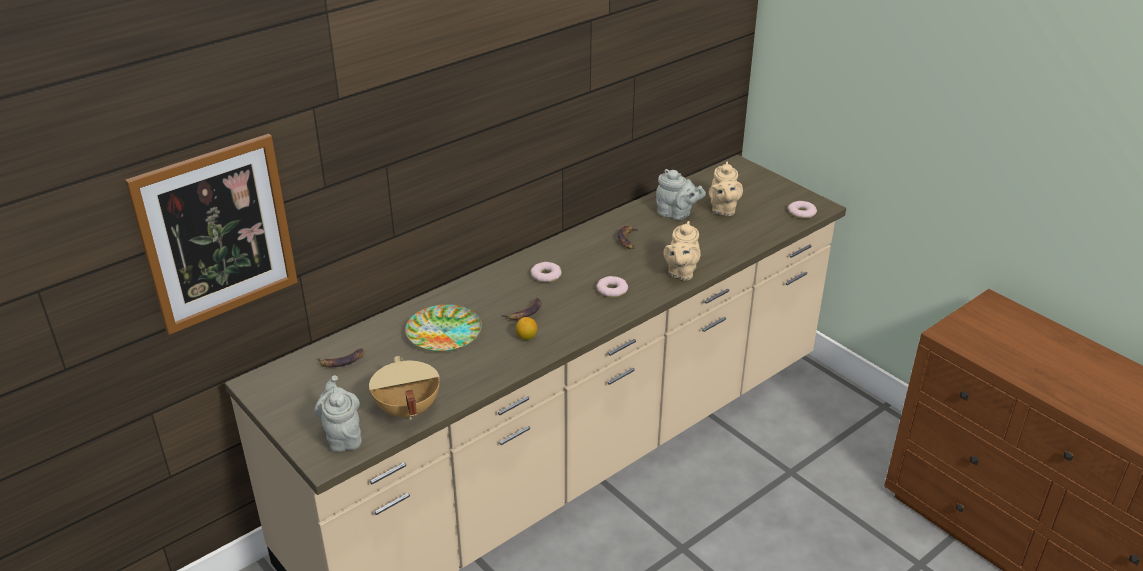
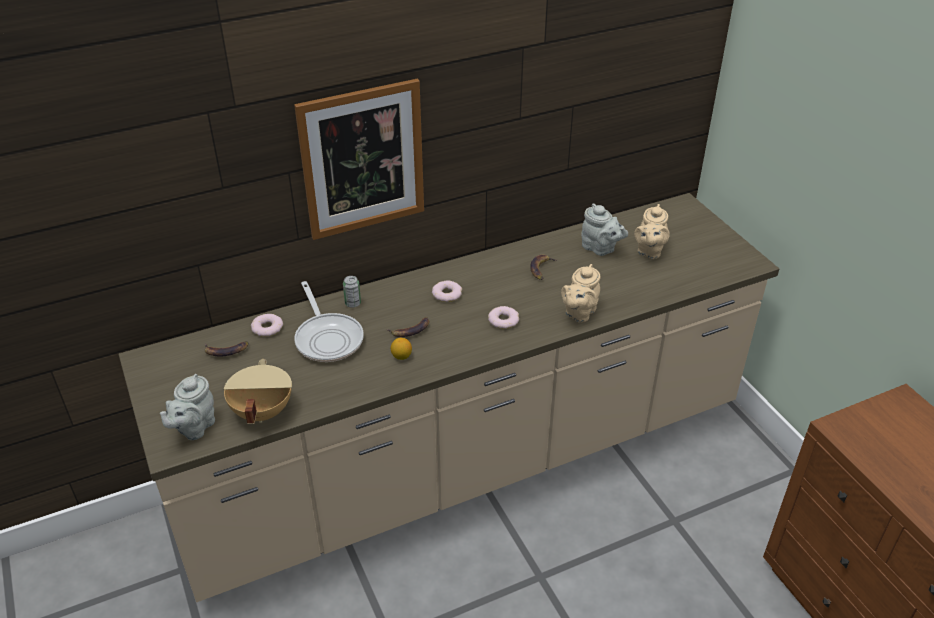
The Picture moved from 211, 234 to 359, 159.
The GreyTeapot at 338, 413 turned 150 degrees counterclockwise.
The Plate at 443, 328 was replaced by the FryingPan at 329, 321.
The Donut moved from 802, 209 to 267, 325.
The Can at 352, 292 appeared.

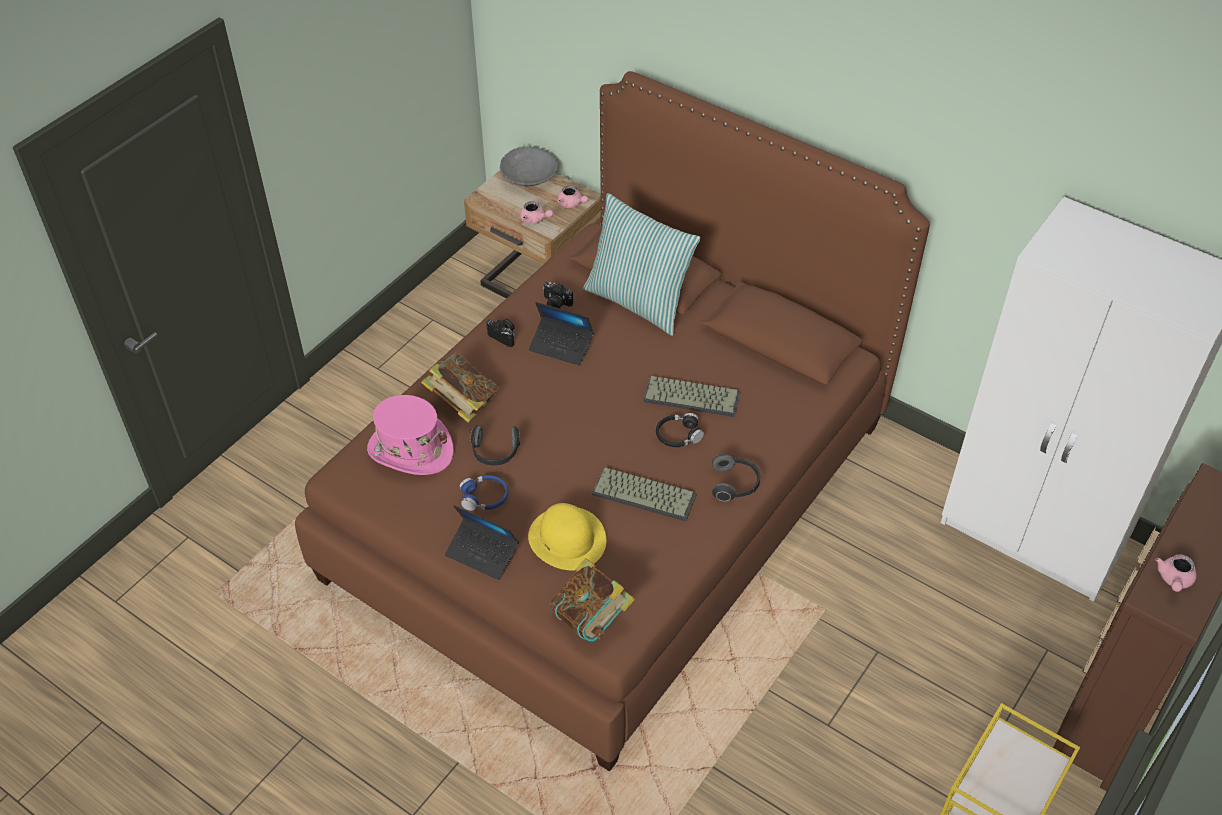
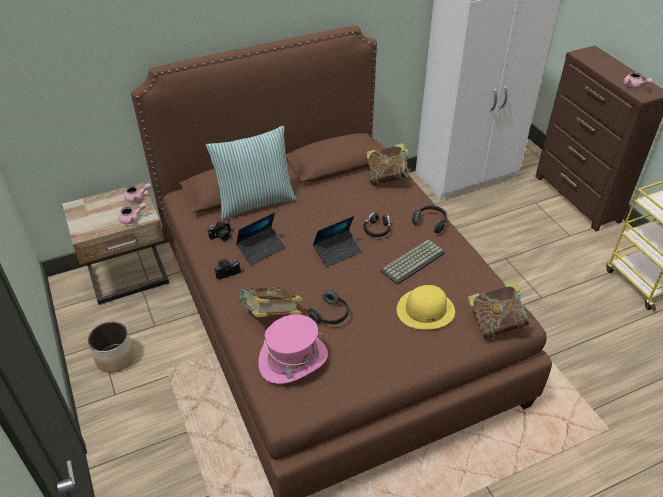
The Laptop moved from 482, 542 to 337, 241.
The BlueHeadphones at 484, 493 disappeared.
The GreyBowl at 529, 166 disappeared.
The Keyboard at 691, 396 disappeared.
The Planter at 111, 347 appeared.
The Book at 389, 164 appeared.

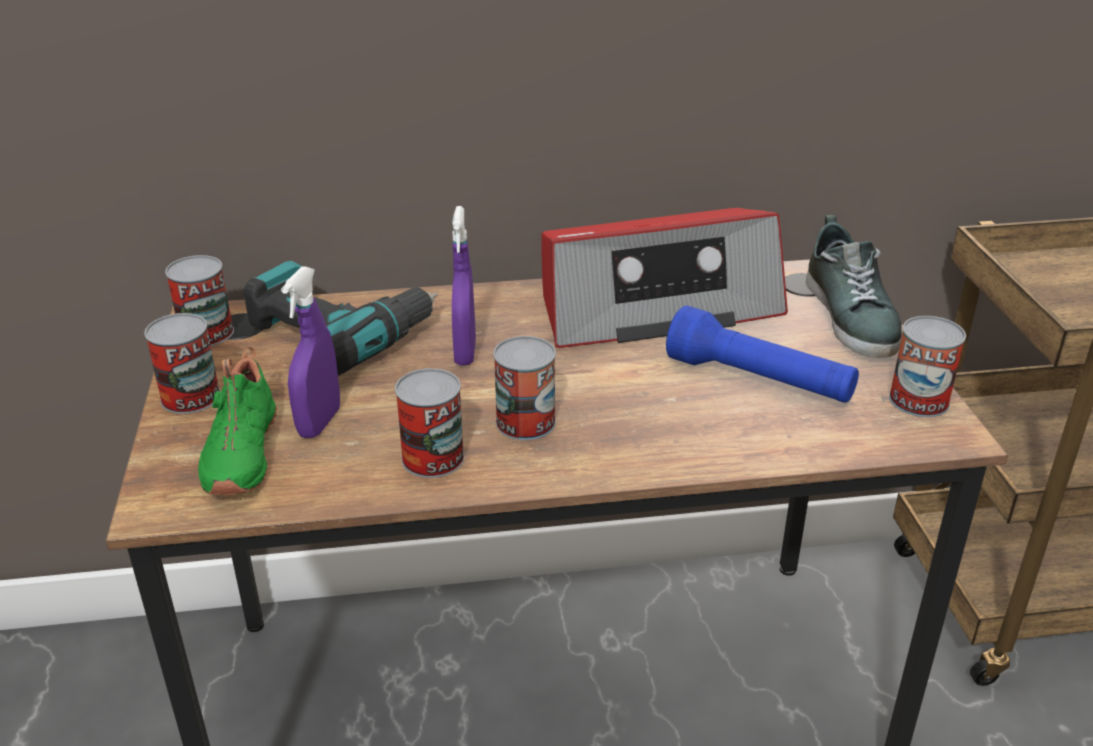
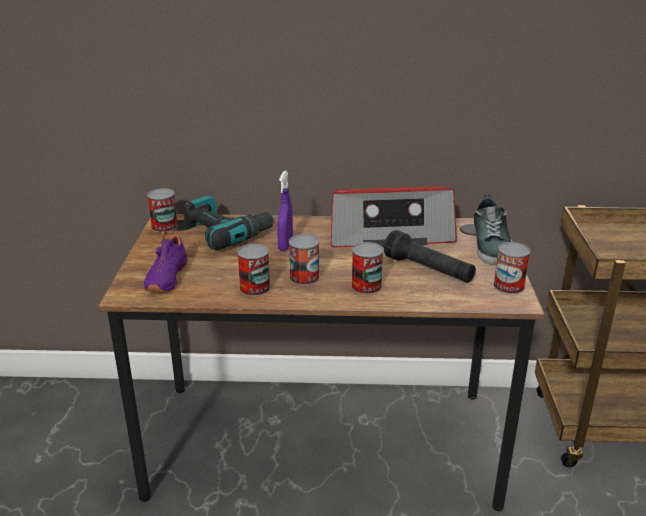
The Can moved from 182, 363 to 367, 268.
The GreenShoe at 237, 420 became the PurpleShoe at 166, 261.
The PurpleSprayBottle at 310, 352 disappeared.
The BlueFlashlight at 762, 354 became the BlackFlashlight at 430, 256.

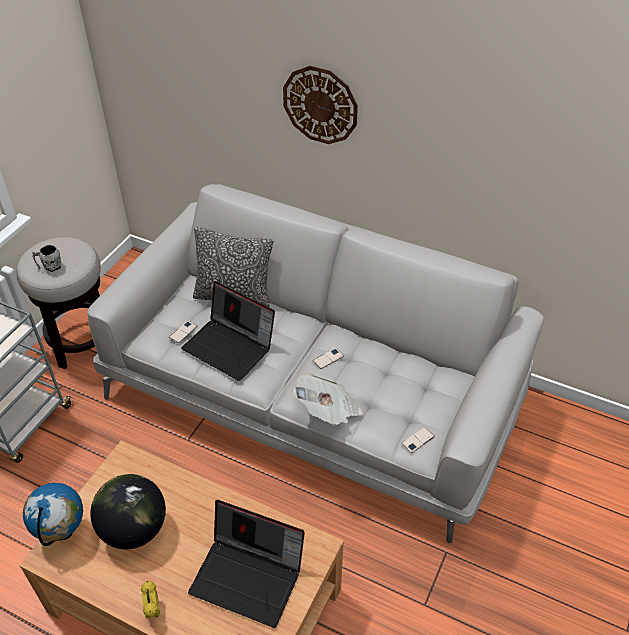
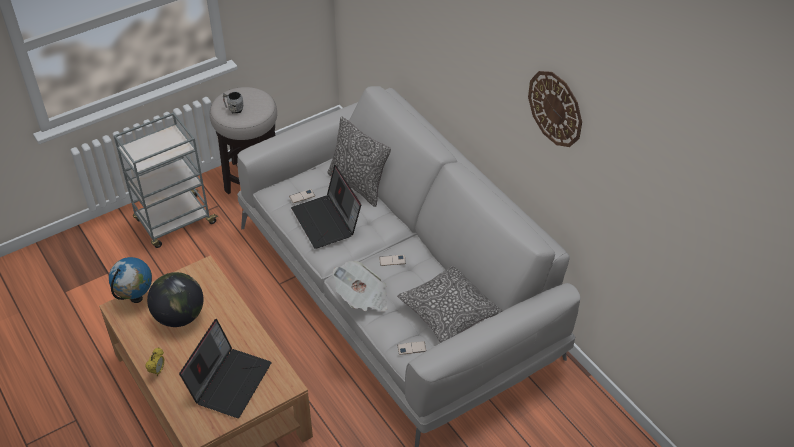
The Laptop at 246, 564 turned 120 degrees counterclockwise.
The WallClock moved from 320, 105 to 555, 109.
The Pillow at 449, 304 appeared.

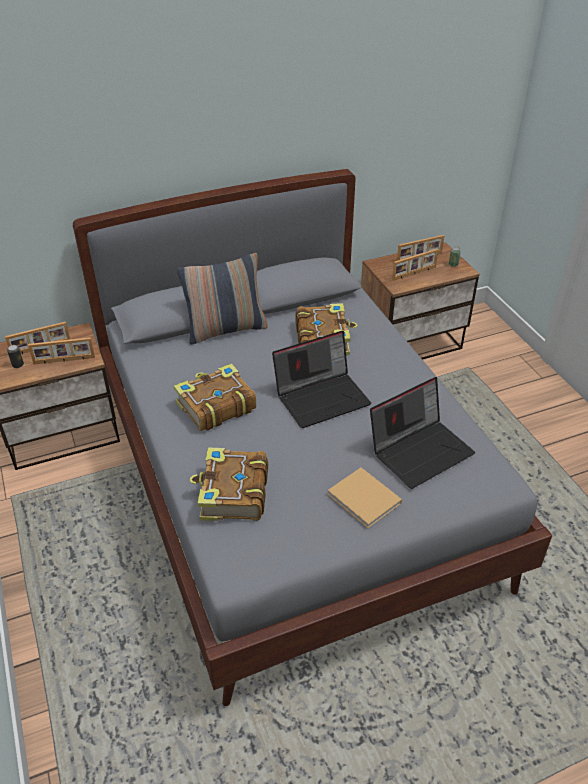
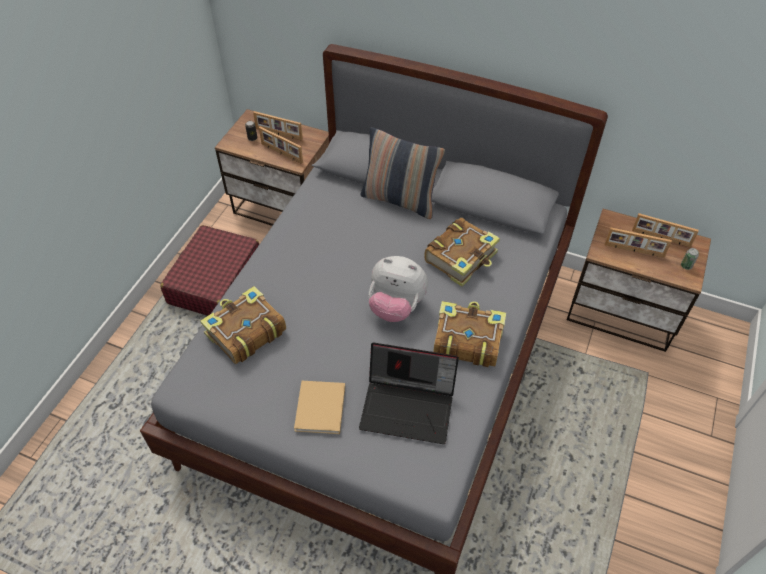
The Book moved from 215, 397 to 469, 334.
The Laptop at 321, 379 was replaced by the PlushToy at 398, 289.
The RedSuitcase at 209, 270 appeared.

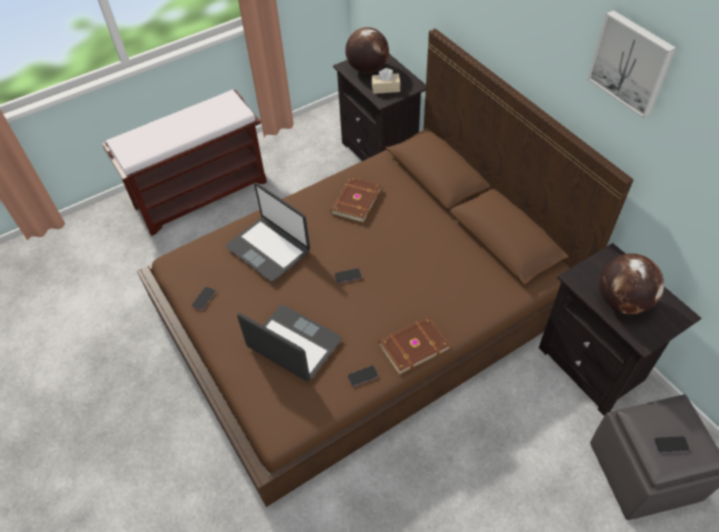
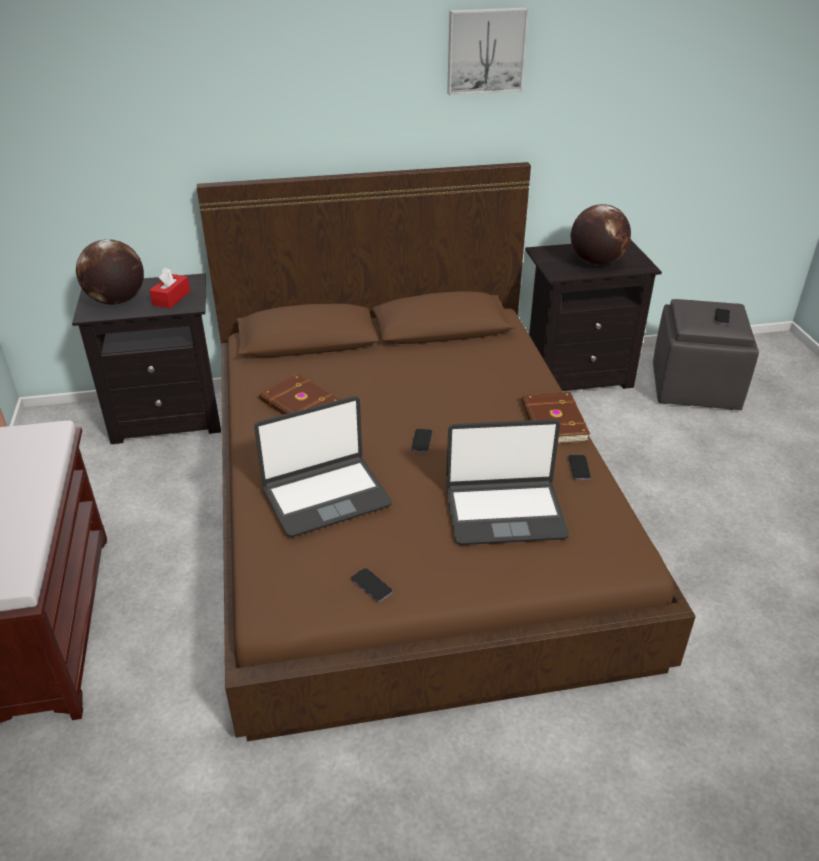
The Laptop at 289, 343 turned 150 degrees counterclockwise.
The BeigeTissueBox at 386, 81 became the RedTissueBox at 169, 288.

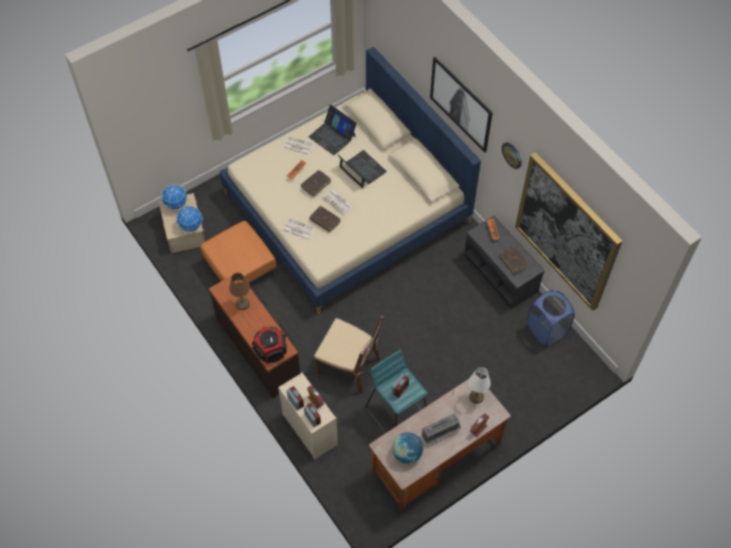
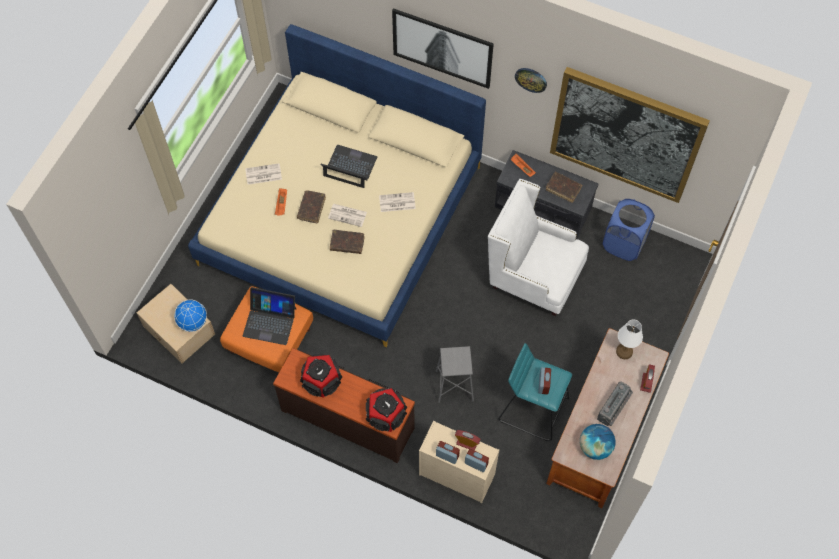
The Globe at 174, 197 disappeared.
The BrownTableLamp at 239, 291 was replaced by the Speaker at 321, 376.
The Newspaper moved from 298, 229 to 397, 202.
The Laptop moved from 333, 130 to 270, 316.
The BrownChair at 348, 354 was replaced by the GreyStool at 455, 374.
The WhiteArmchair at 538, 247 appeared.

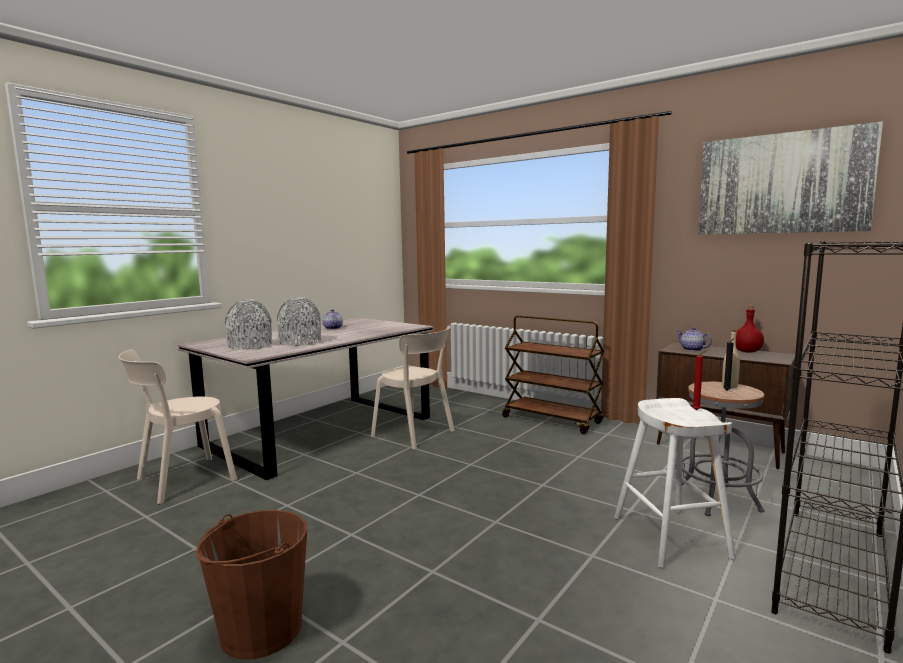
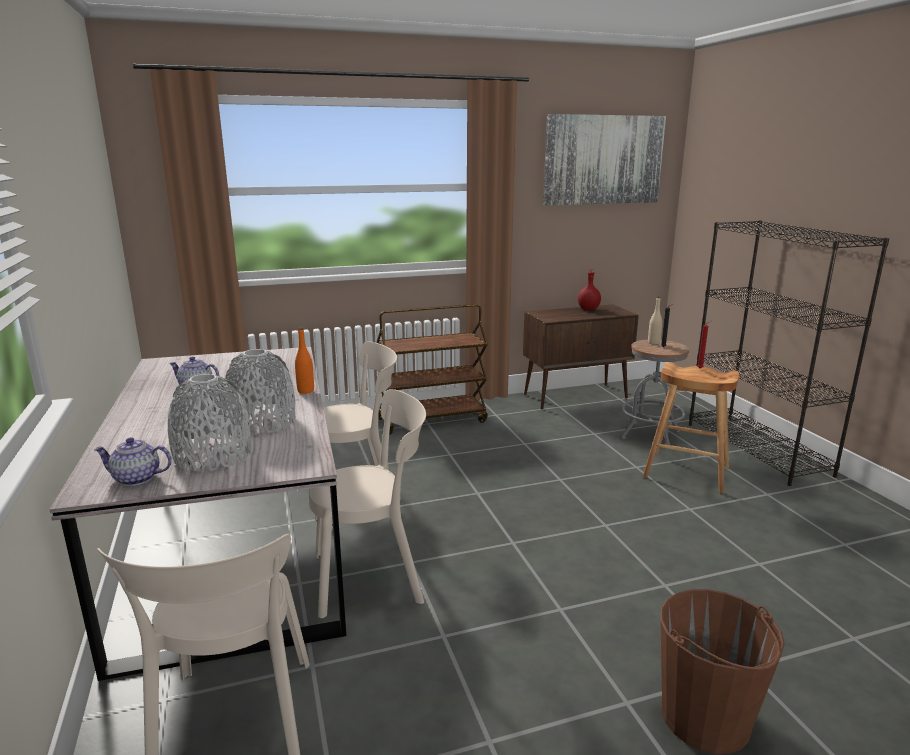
The WhiteStool at 675, 483 became the BrownStool at 691, 428.
The Teapot moved from 694, 339 to 133, 461.
The OrangeBottle at 304, 361 appeared.
The BeigeChair at 367, 503 appeared.

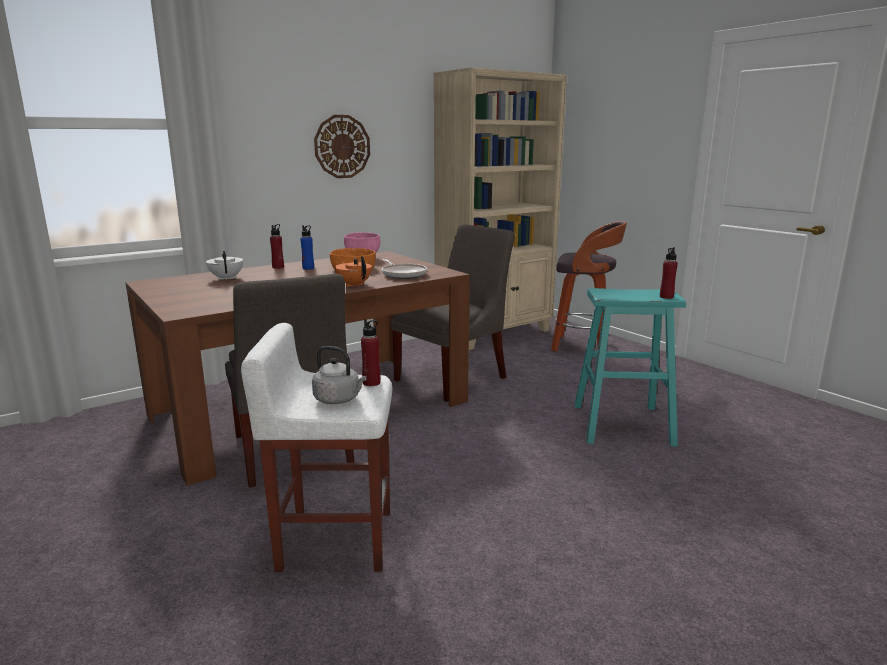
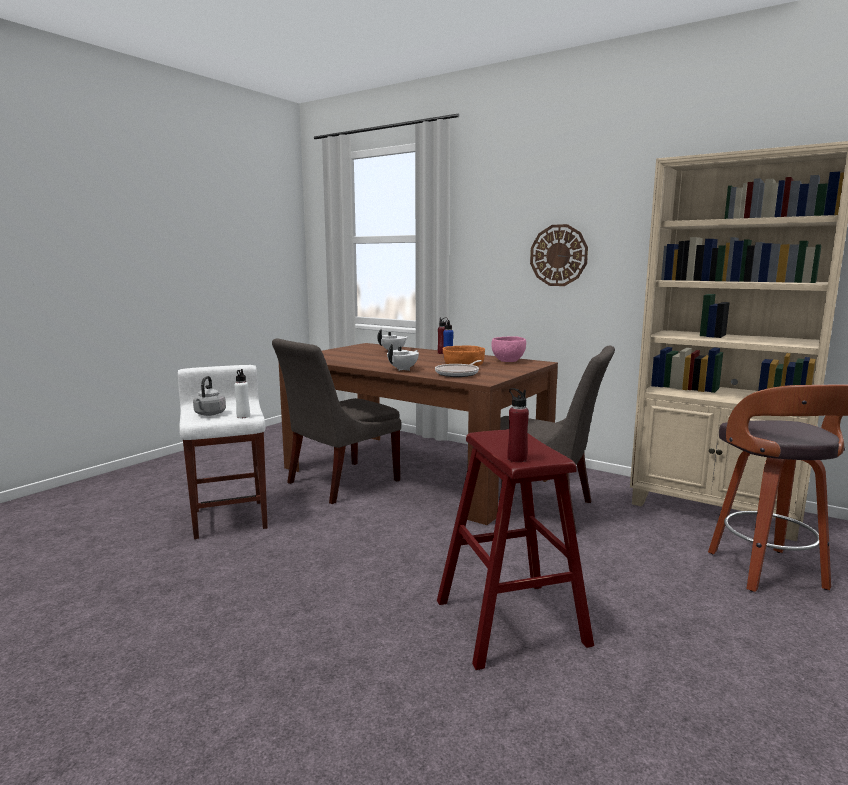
The OrangeTeapot at 353, 271 became the WhiteTeapot at 403, 357.
The RedBottle at 371, 352 became the WhiteBottle at 242, 393.
The TurquoiseStool at 630, 367 became the RedStool at 515, 549.

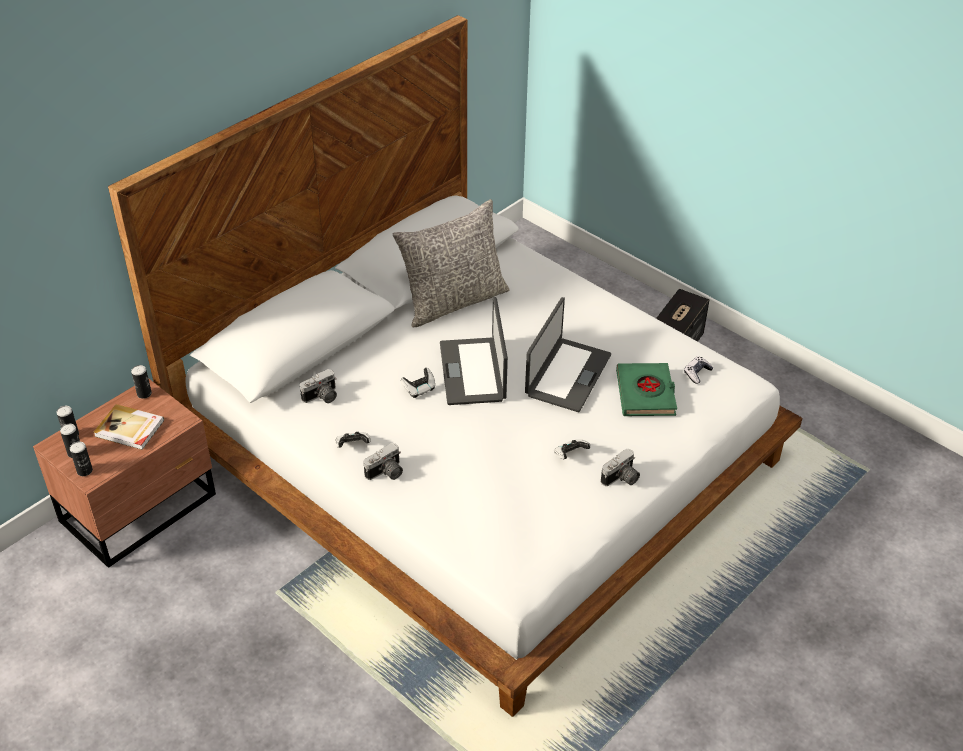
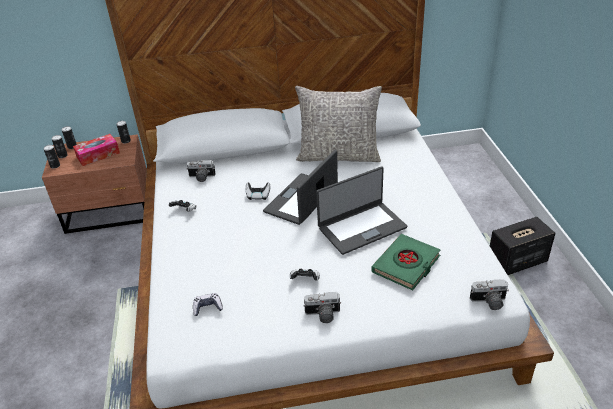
The Book at 129, 427 was replaced by the TissueBox at 96, 150.
The PhotoCamera moved from 383, 461 to 489, 294.
The GameController moved from 698, 370 to 208, 304.

